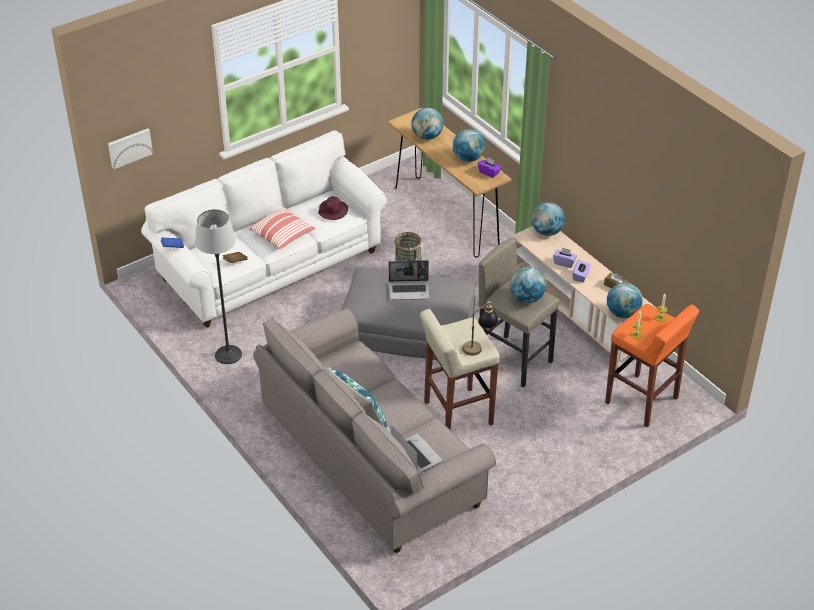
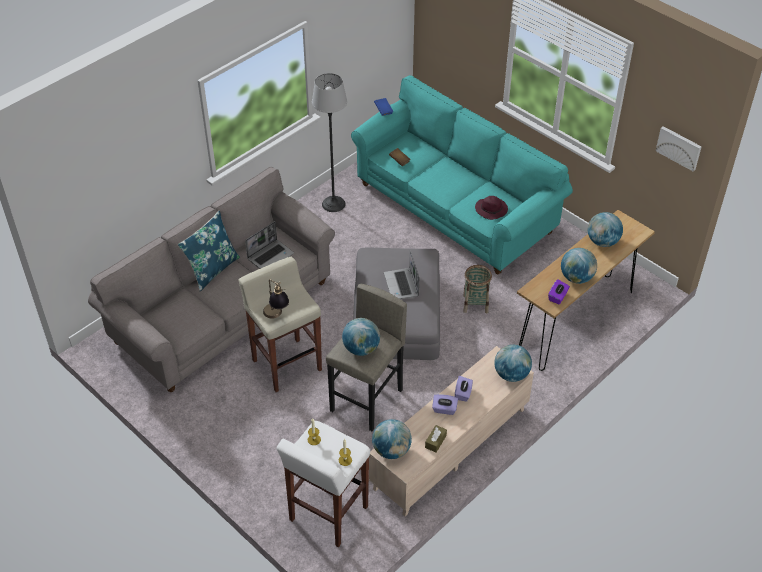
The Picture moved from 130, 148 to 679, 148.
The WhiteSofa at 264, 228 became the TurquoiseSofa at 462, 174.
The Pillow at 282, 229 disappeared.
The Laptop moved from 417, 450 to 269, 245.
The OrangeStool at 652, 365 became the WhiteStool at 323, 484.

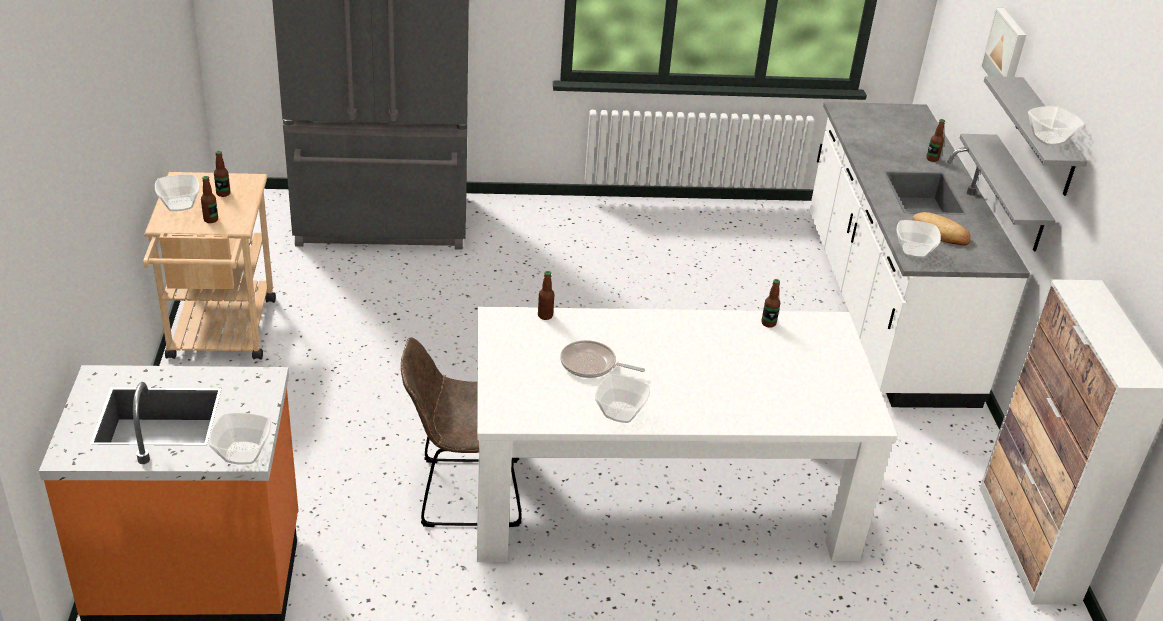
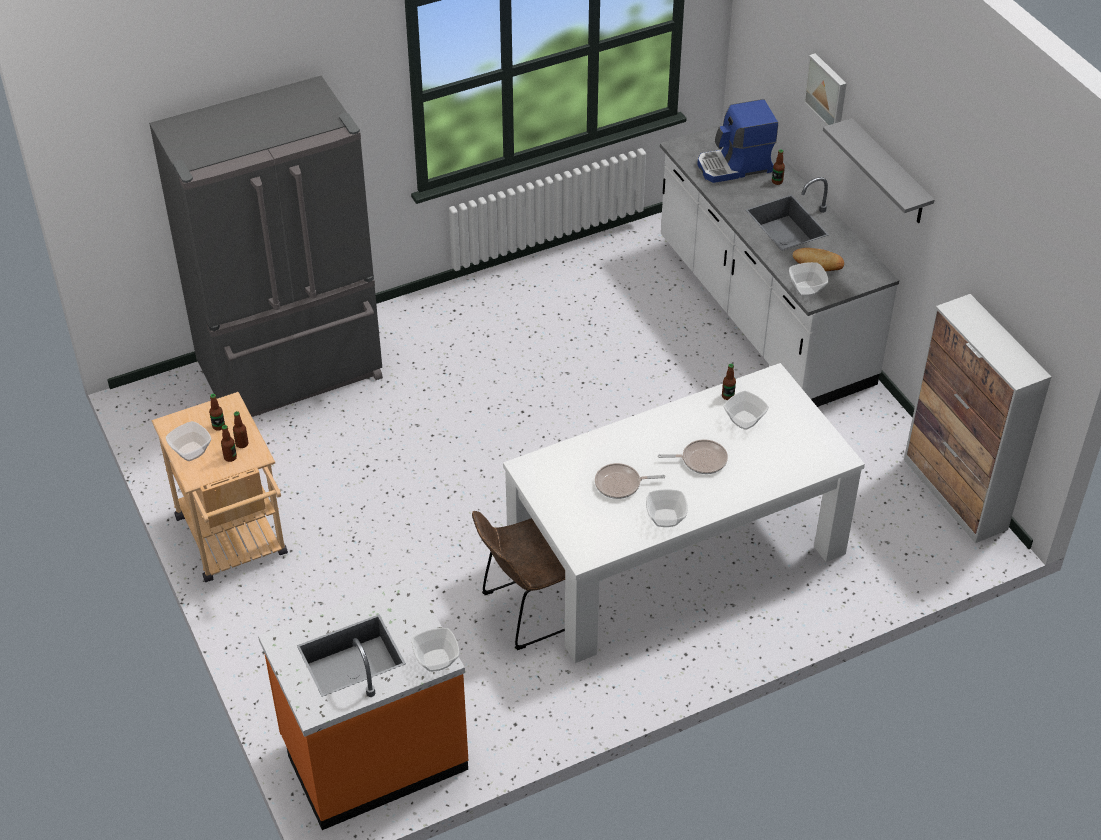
The Bottle moved from 546, 295 to 241, 429.
The GreyShelf at 1008, 193 disappeared.
The Bowl moved from 1056, 126 to 746, 410.
The FryingPan at 693, 456 appeared.
The CoffeeMachine at 737, 141 appeared.

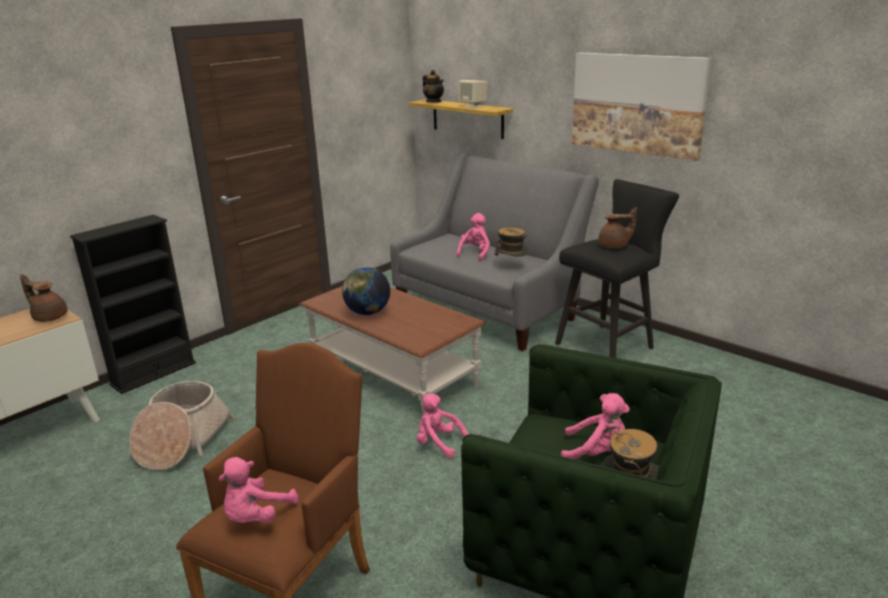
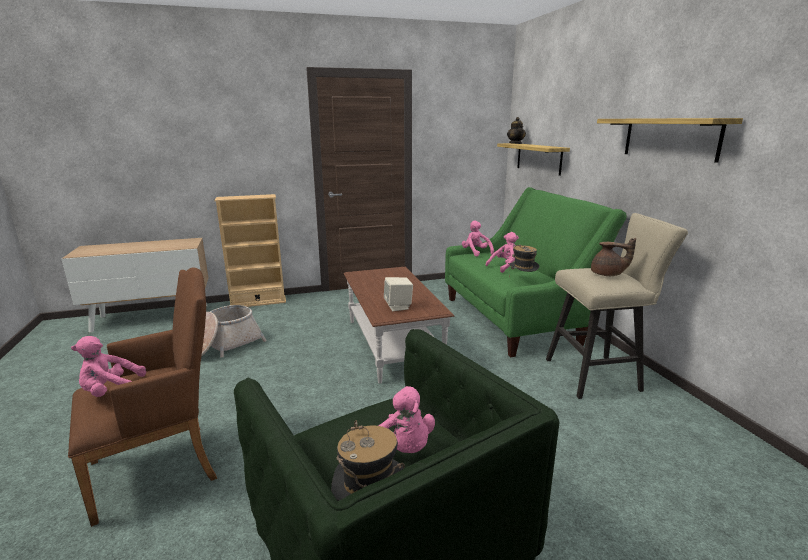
The BrownTeapot at 44, 298 disappeared.
The BlackBookcase at 133, 304 became the BeigeBookcase at 250, 250.
The Globe at 366, 291 disappeared.
The GreySofa at 494, 252 became the GreenSofa at 536, 272.
The PinkPlushToy moved from 443, 425 to 478, 239.
The BeigeSpeaker moved from 473, 94 to 398, 294.
The BlackStool at 617, 268 became the BeigeStool at 617, 306.
The Picture at 642, 106 was replaced by the Shelf at 670, 140.

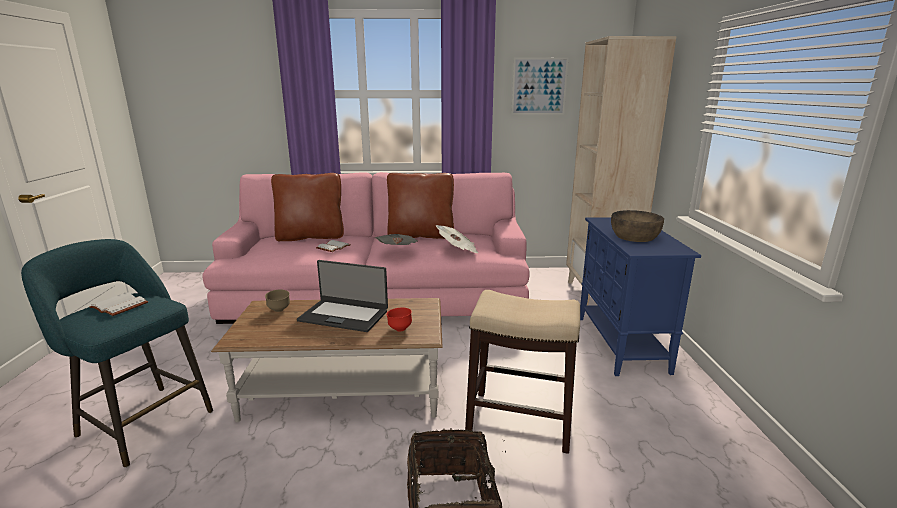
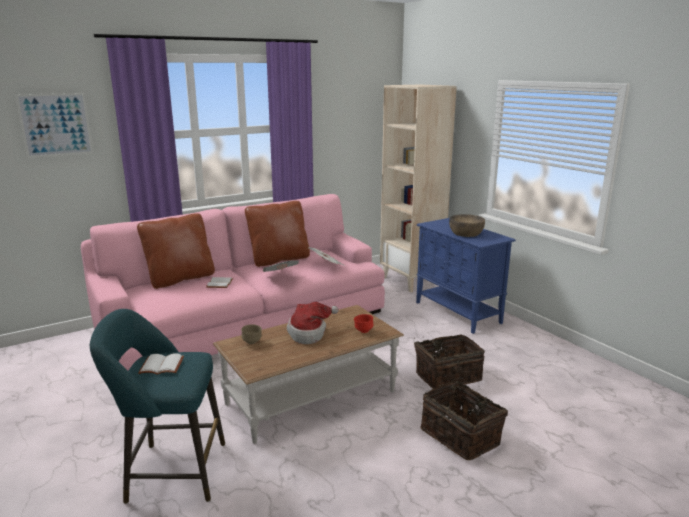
The Laptop at 342, 296 was replaced by the Hat at 313, 323.
The Stool at 522, 372 was replaced by the Basket at 449, 361.
The Picture moved from 539, 86 to 54, 125.

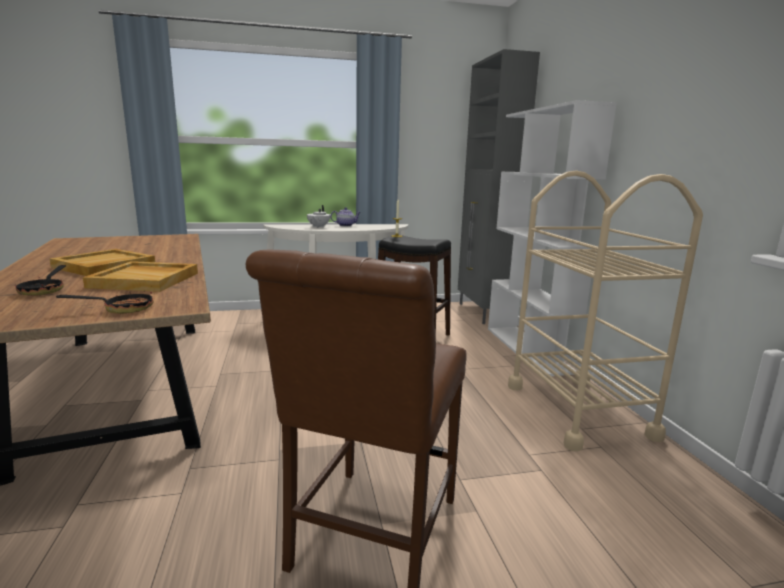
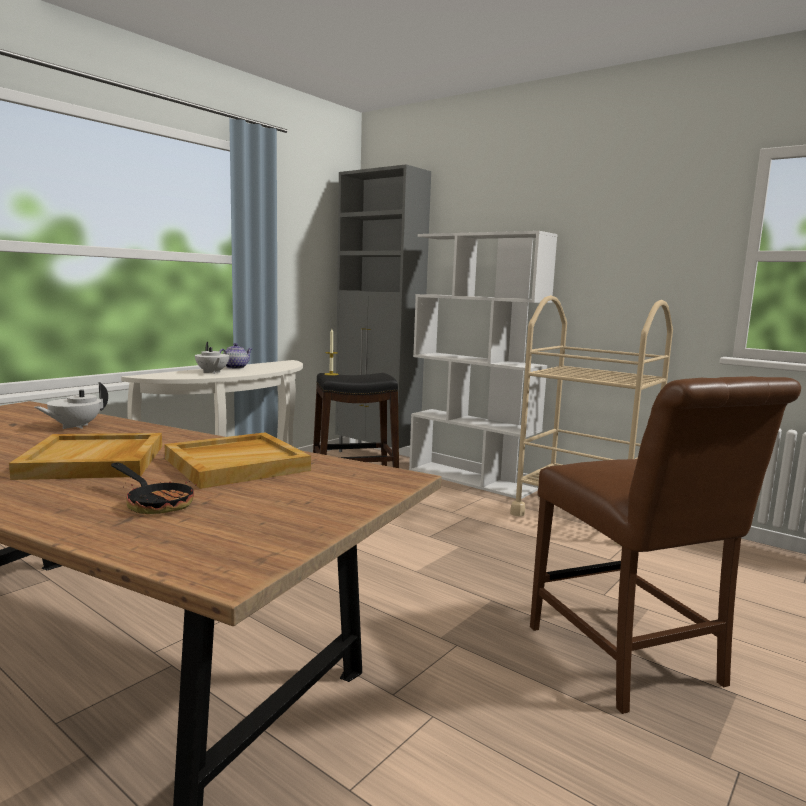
The FryingPan at 104, 302 disappeared.
The WhiteTeapot at 71, 405 appeared.

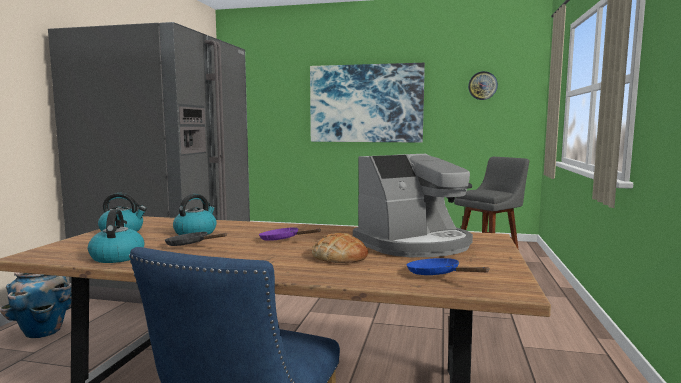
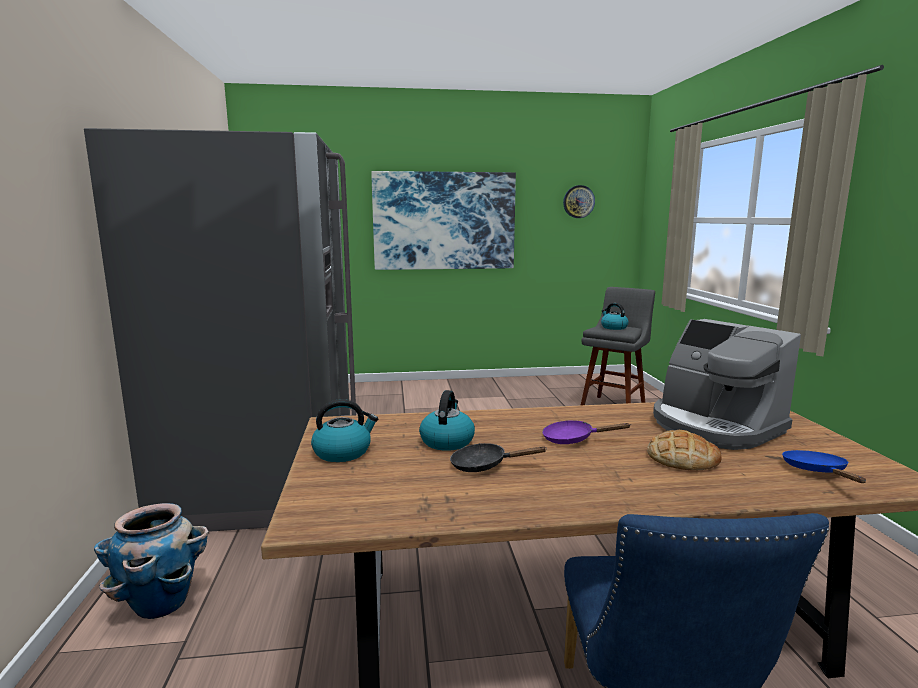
The Kettle moved from 116, 236 to 614, 316.
The CoffeeMachine at 413, 205 turned 105 degrees clockwise.
The BlueFryingPan at 448, 266 turned 60 degrees clockwise.

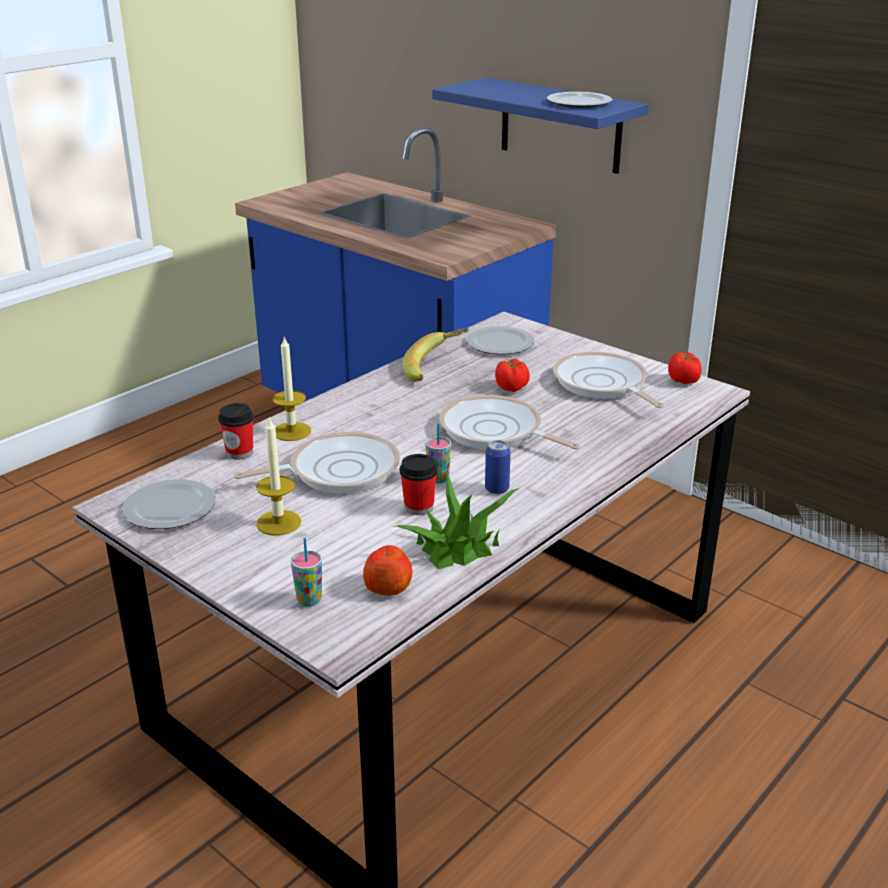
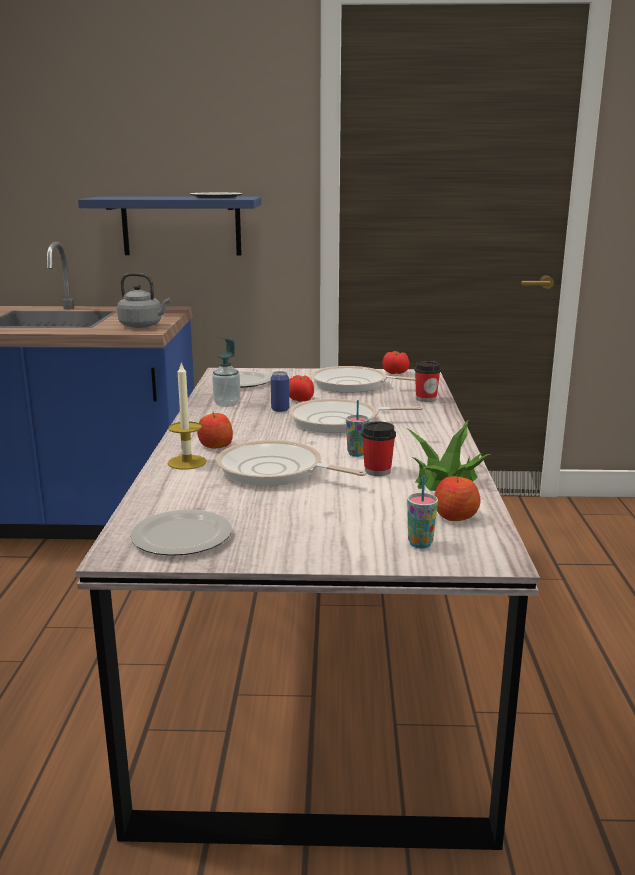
The Cup moved from 236, 431 to 427, 381.
The FryingPan at 317, 462 turned 90 degrees counterclockwise.
The Candle at 278, 475 disappeared.
The Banana at 435, 355 was replaced by the SoapDispenser at 226, 372.
The Can moved from 498, 467 to 280, 391.
The GreyKettle at 143, 300 appeared.
The Apple at 215, 430 appeared.

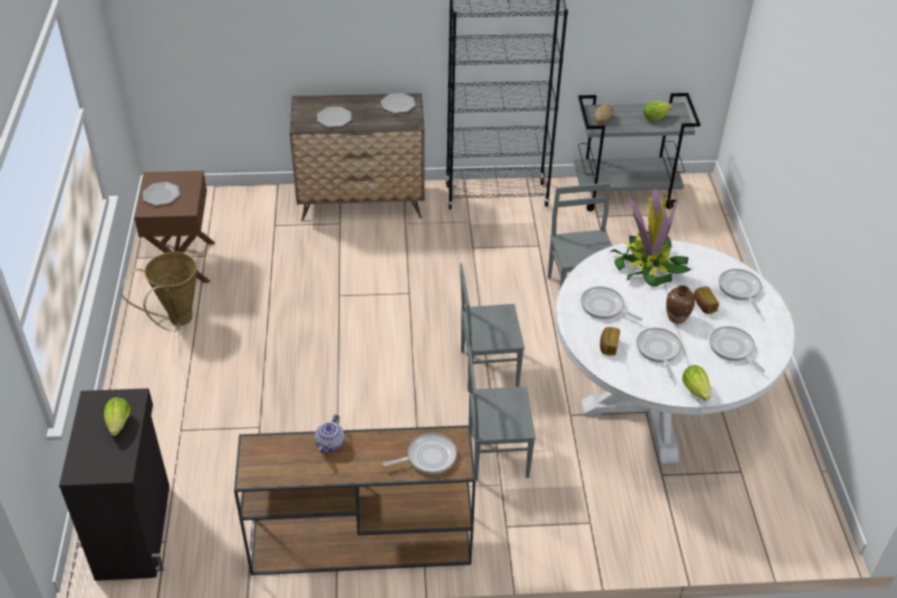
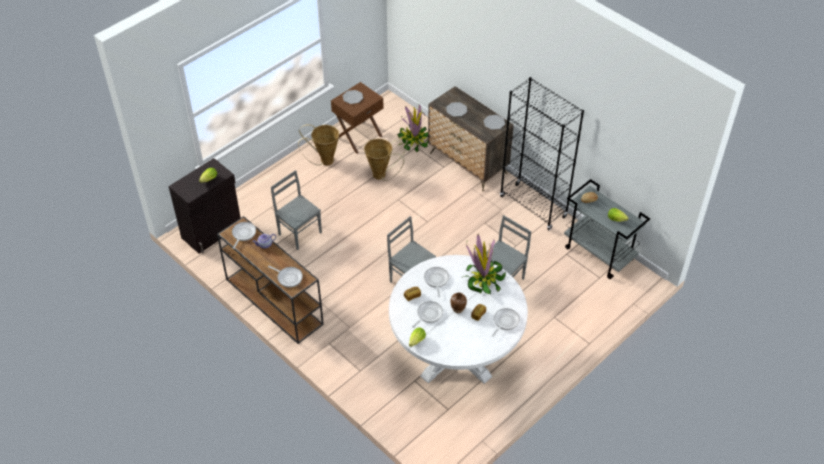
The GreyChair moved from 502, 413 to 296, 210.
The FryingPan moved from 737, 349 to 244, 235.
The Basket at 385, 160 appeared.
The PottedPlant at 412, 128 appeared.

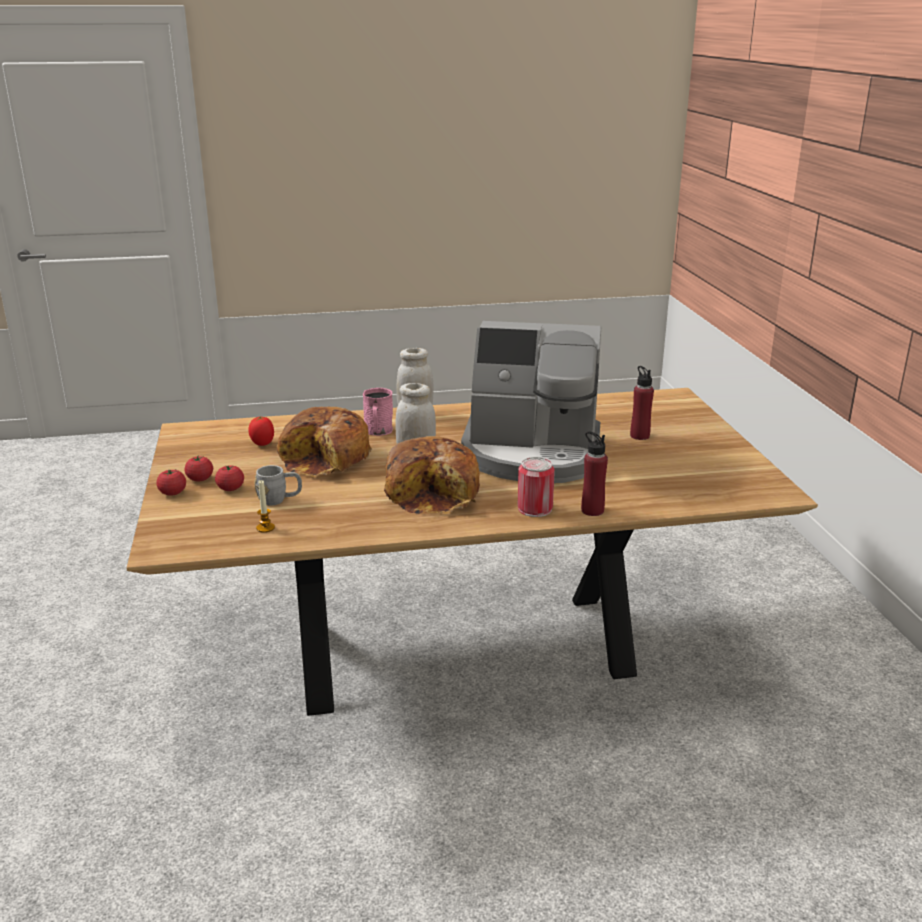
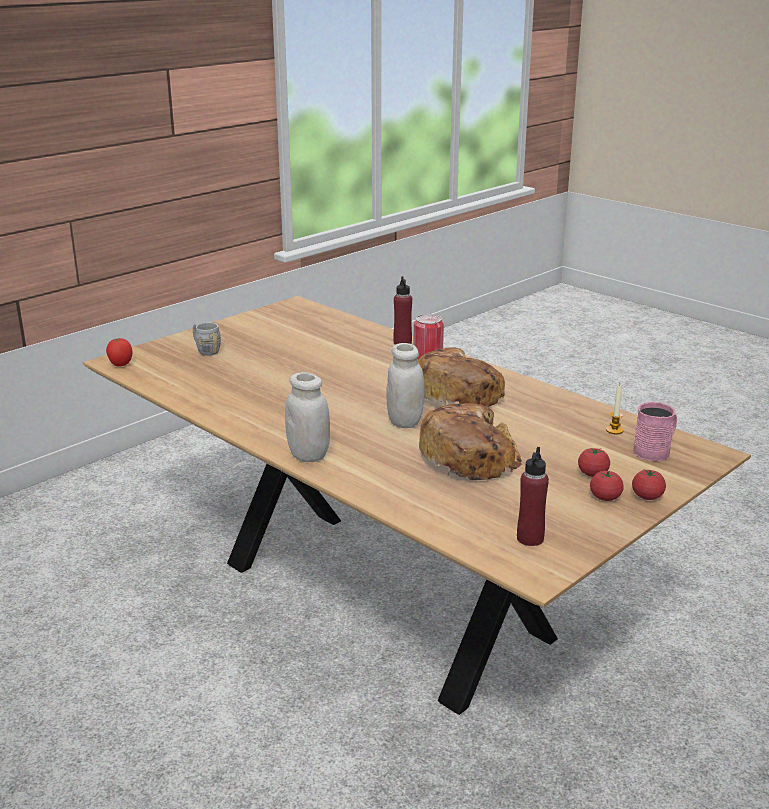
The Tomato moved from 261, 431 to 119, 352.
The GreyMug moved from 278, 485 to 207, 339.
The PinkMug moved from 378, 412 to 655, 431.
The CoffeeMachine at 531, 402 disappeared.
The RedBottle moved from 642, 403 to 533, 496.

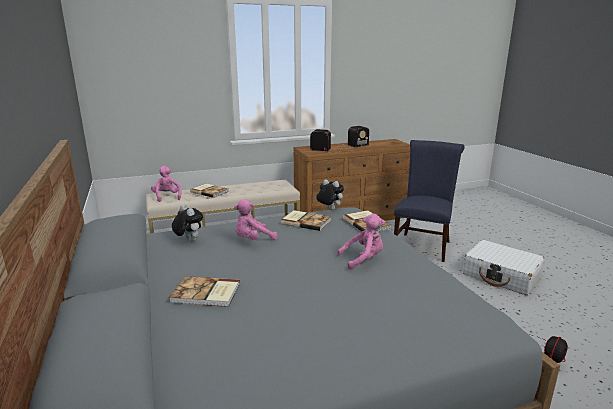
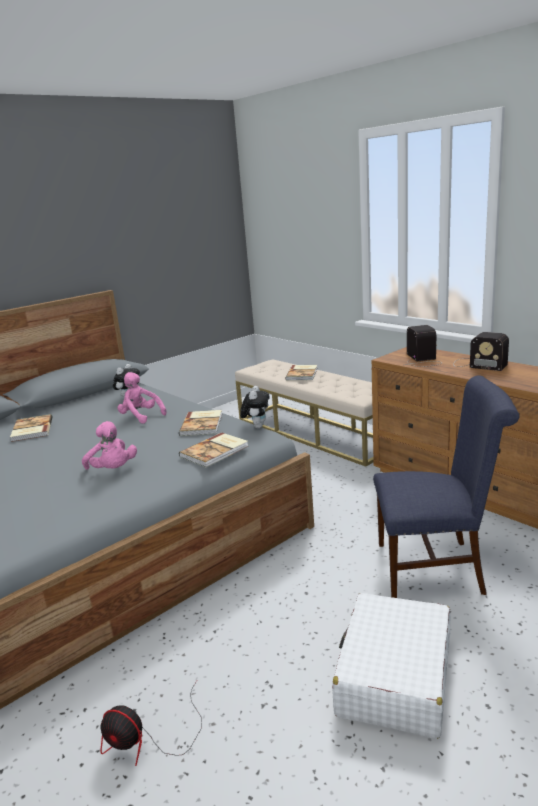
The PinkPlushToy at 166, 184 disappeared.

